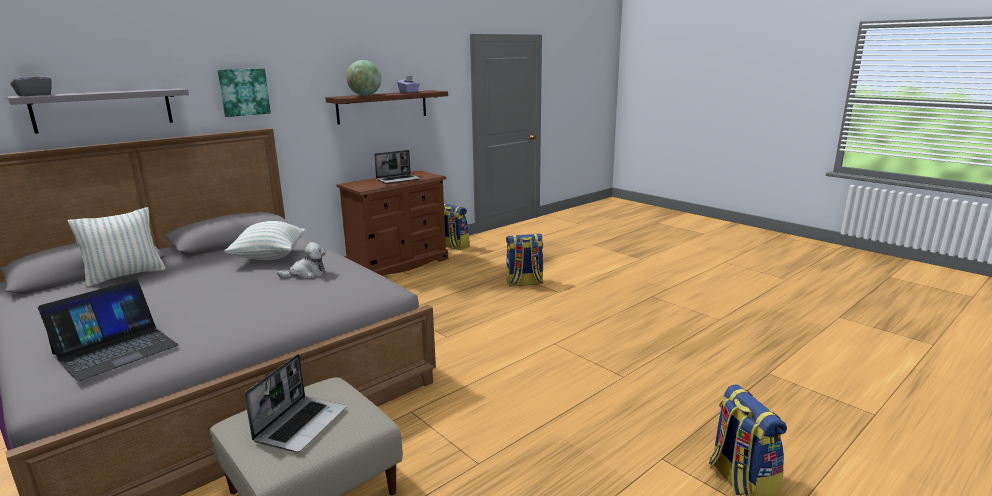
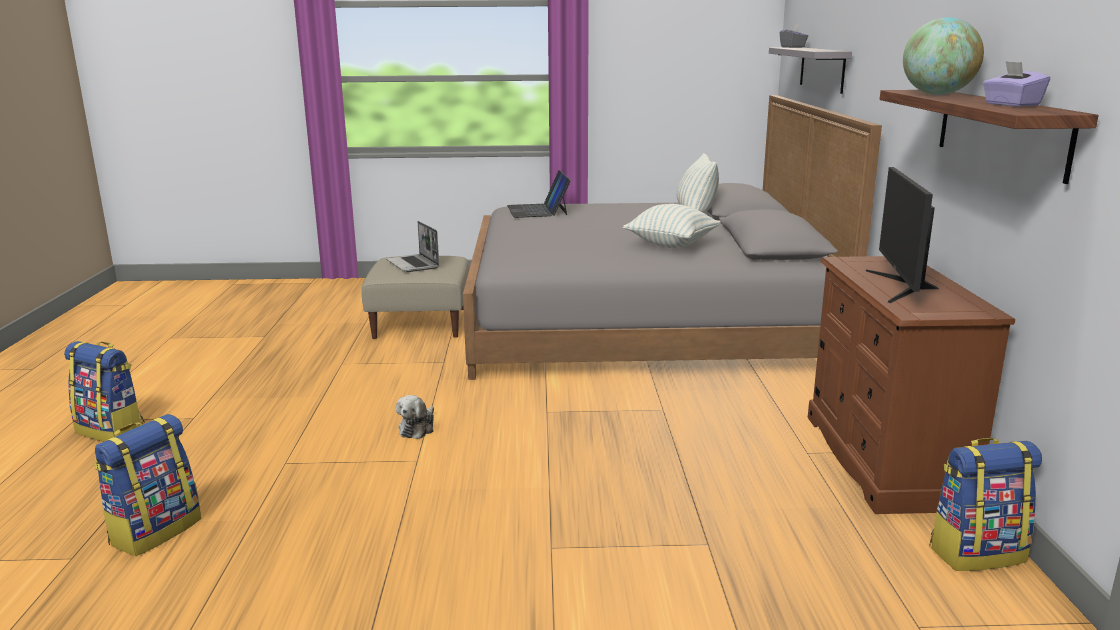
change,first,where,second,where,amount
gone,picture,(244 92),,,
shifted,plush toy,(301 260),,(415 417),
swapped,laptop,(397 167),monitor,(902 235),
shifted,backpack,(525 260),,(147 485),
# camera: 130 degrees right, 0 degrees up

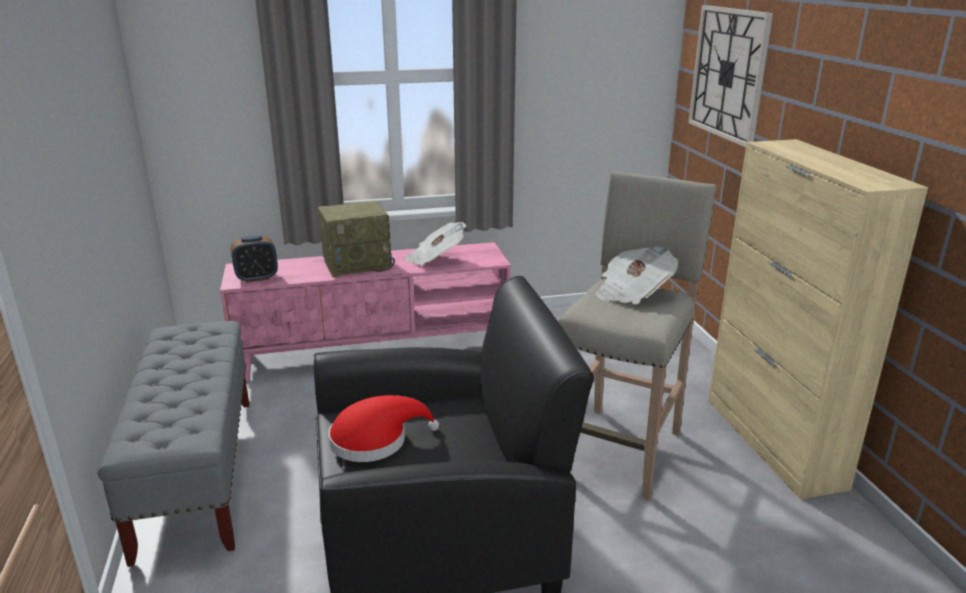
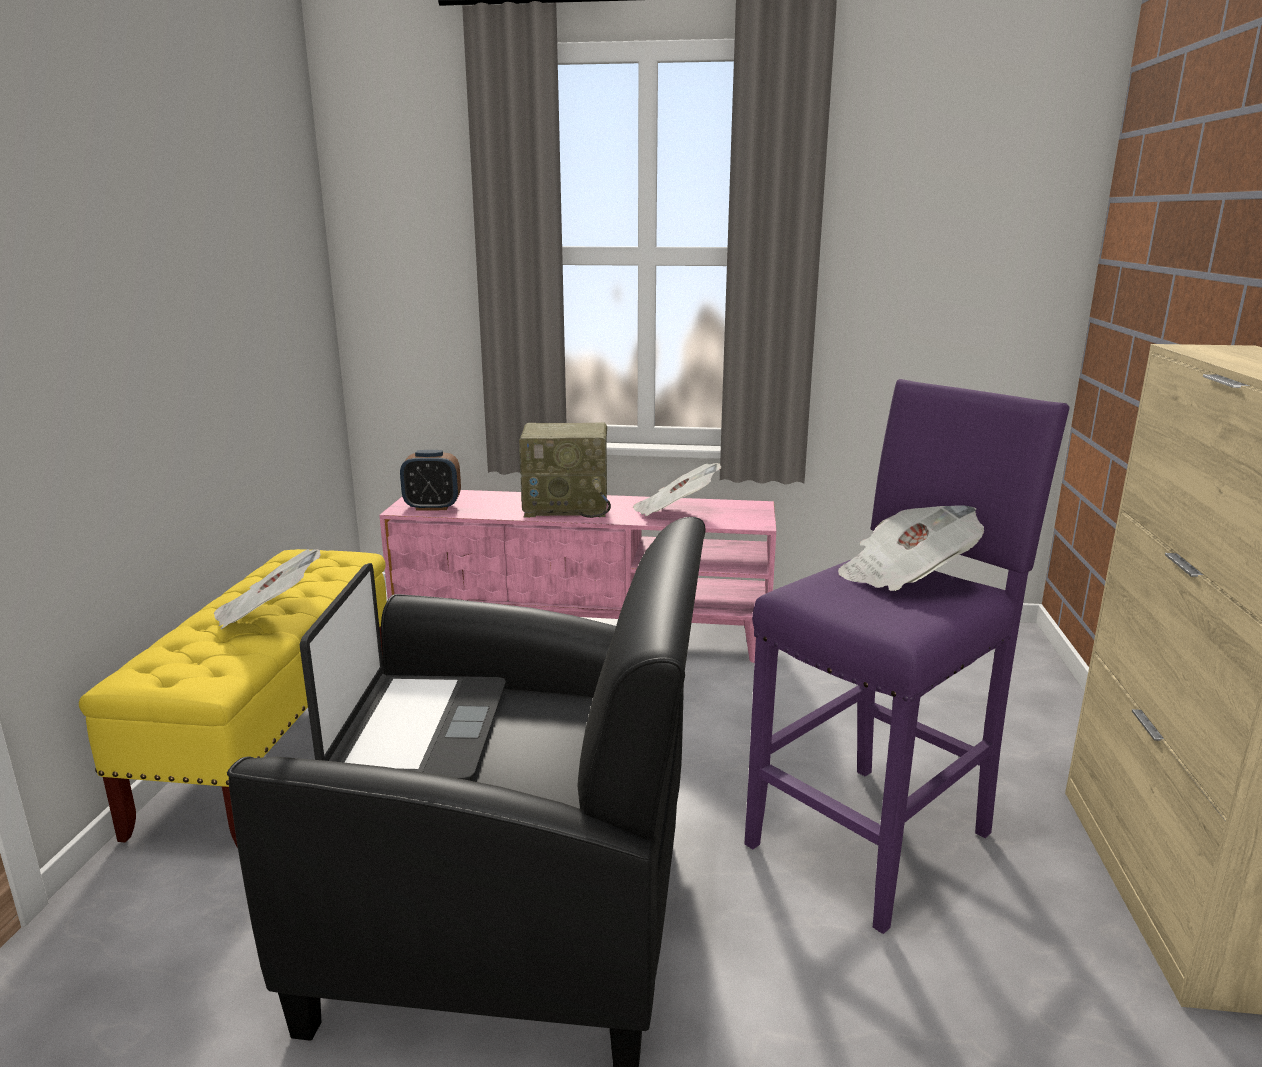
change,first,where,second,where,amount
repainted,bench in grey,(173 444),bench in yellow,(233 698),
swapped,hat in red,(383 428),laptop,(403 672),
repainted,stool in beige,(637 335),stool in purple,(907 656),
gone,wall clock,(730 76),,,
new,,,newspaper,(267 589),
# camera: 20 degrees right, 5 degrees down

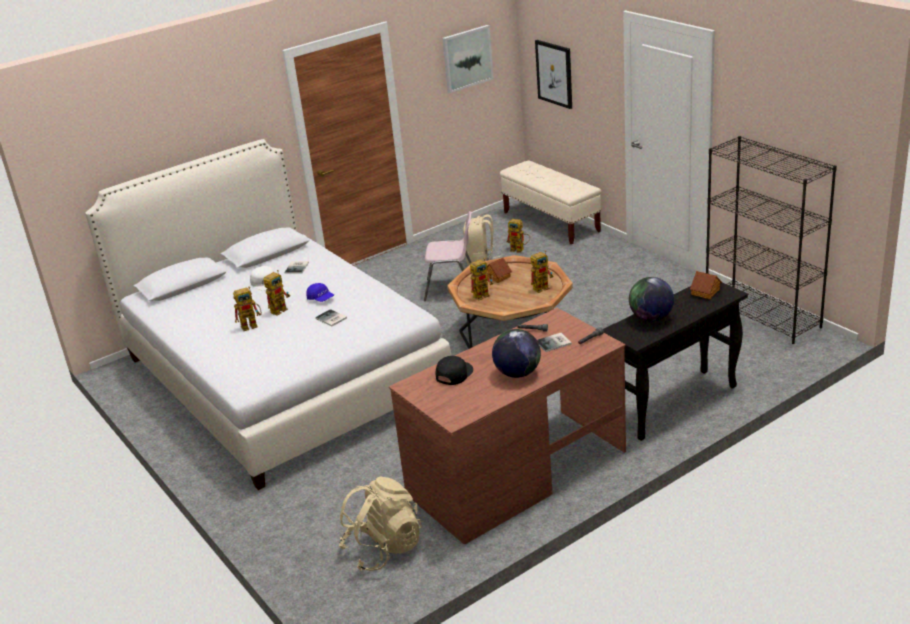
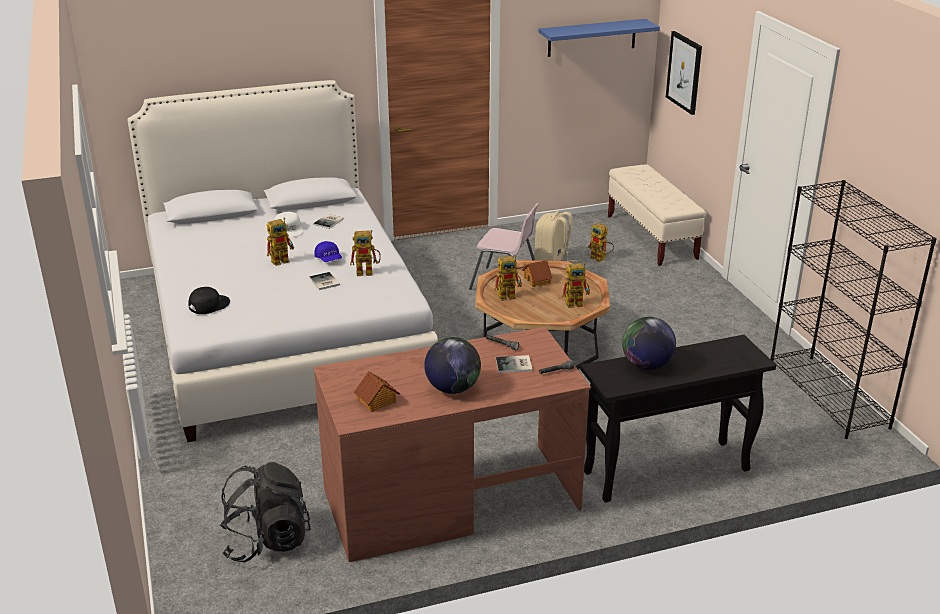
change,first,where,second,where,amount
shifted,toy robot,(247 308),,(365 253),
repainted,backpack in beige,(380 523),backpack in black,(265 512),
shifted,cap in black,(454 370),,(209 300),
swapped,picture,(468 59),shelf in blue,(599 38),
shifted,toy house,(706 285),,(377 391),
# camera: 15 degrees right, 0 degrees up

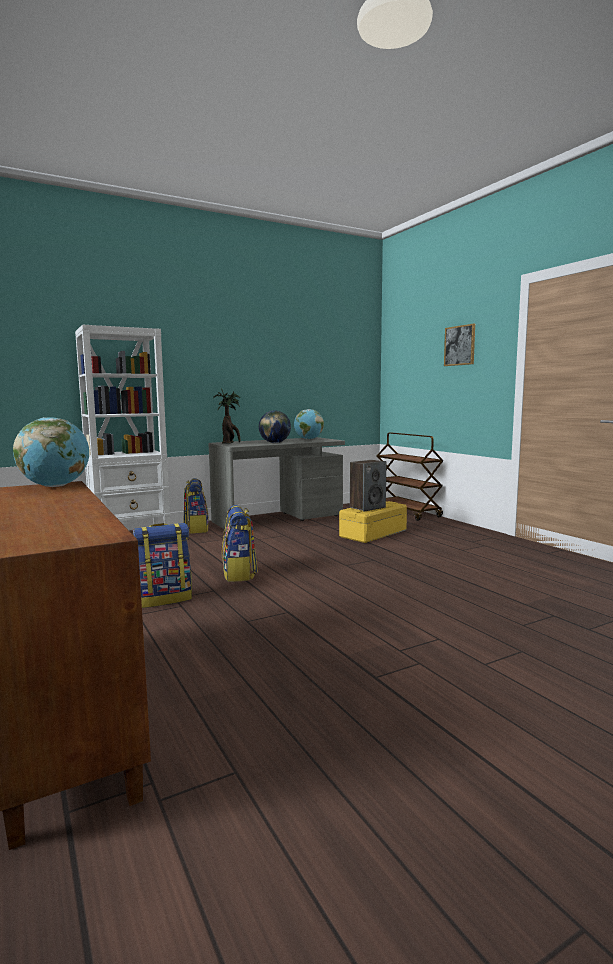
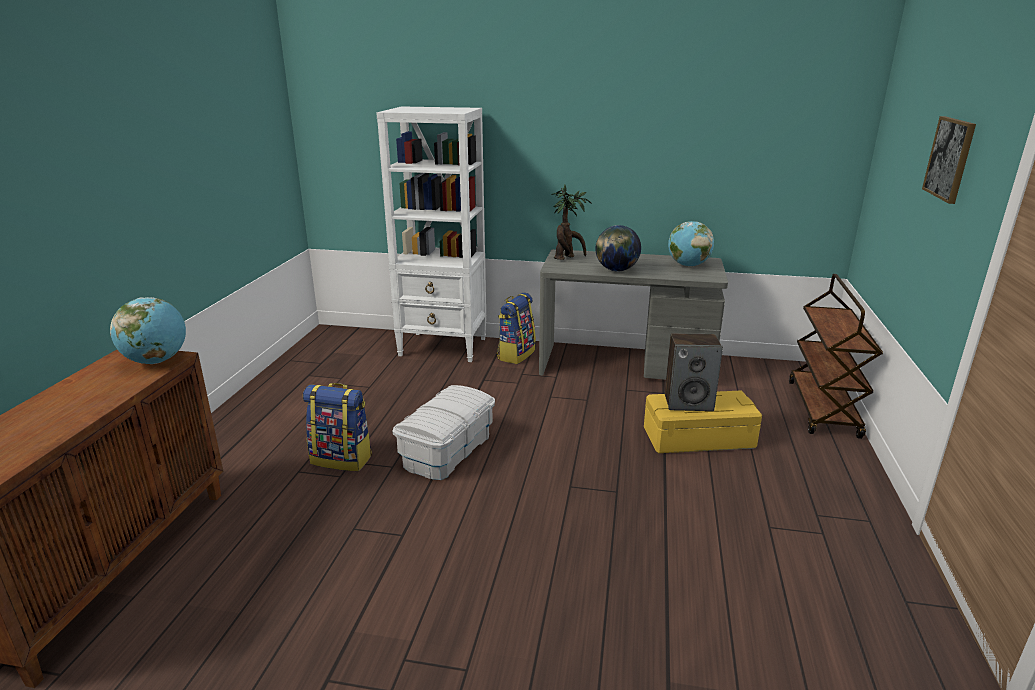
change,first,where,second,where,amount
swapped,backpack,(240 543),storage box in white,(444 432),
# camera: 40 degrees right, 15 degrees up

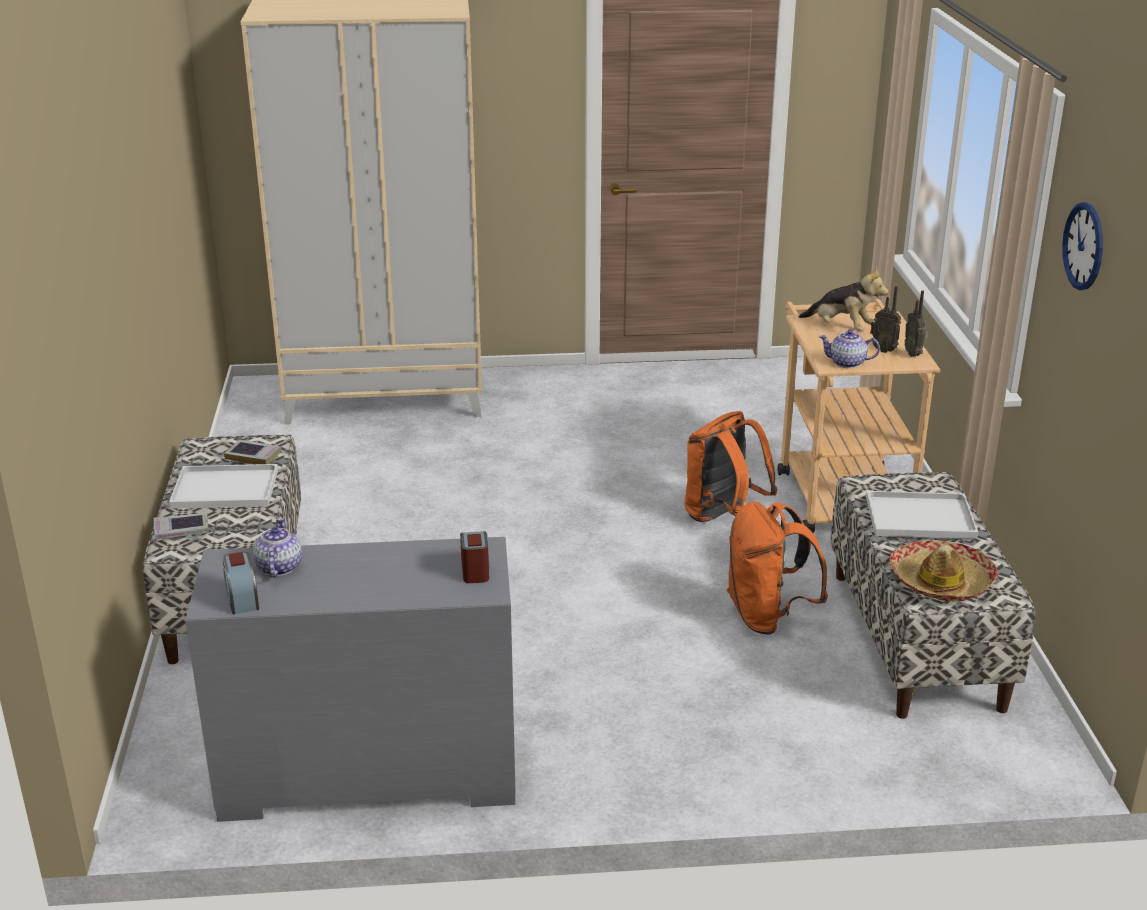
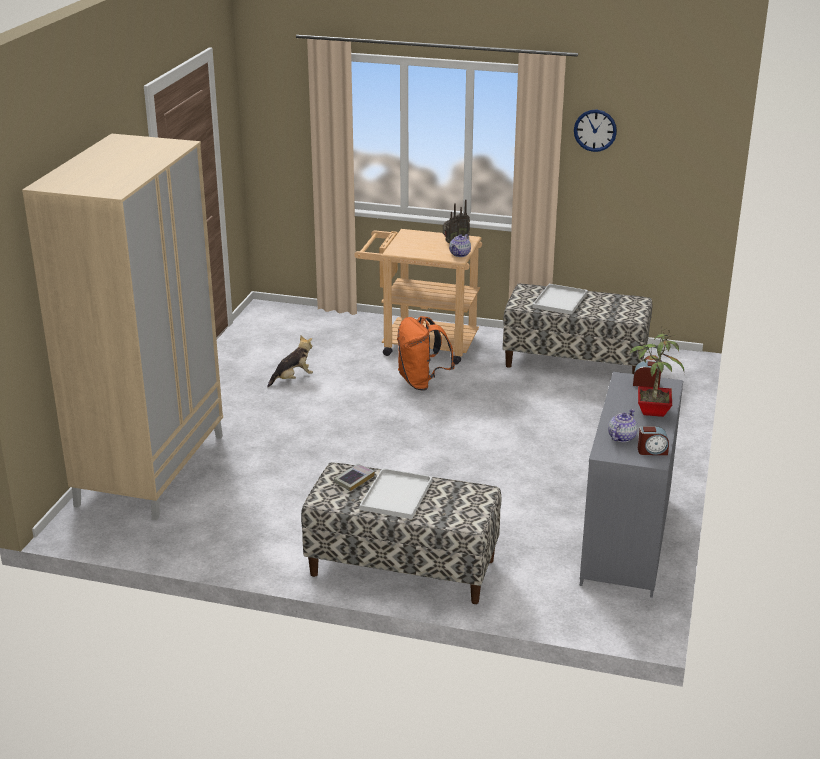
change,first,where,second,where,amount
gone,book,(181 526),,,
rotated,teapot,(277 547),,(623 425),105 degrees clockwise
gone,backpack in orange,(777 568),,,
shifted,plush toy,(844 298),,(290 361),
gone,hat,(944 571),,,
new,,,potted plant,(657 371),
# camera: 70 degrees left, 0 degrees up

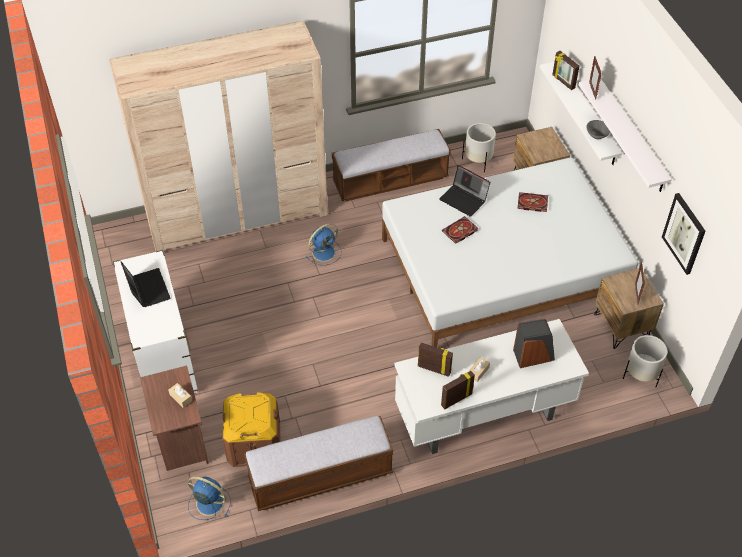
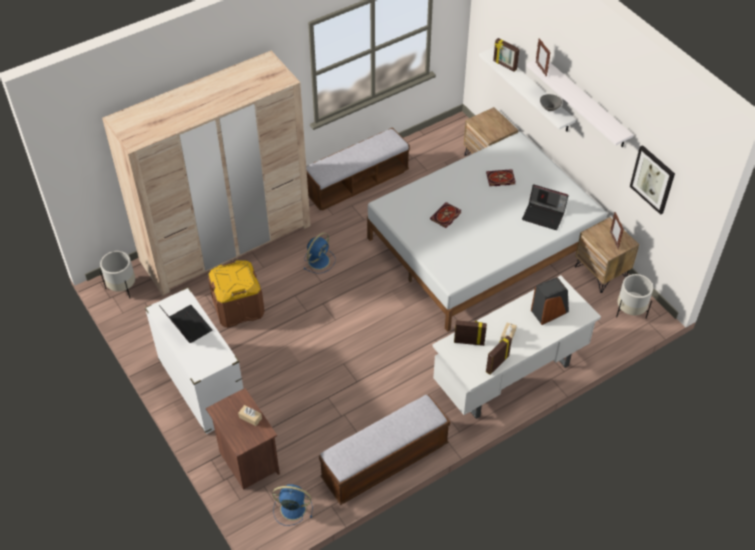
change,first,where,second,where,amount
shifted,storage box in brown,(252 429),,(236 294),
shifted,laptop,(464 191),,(545 207),
shifted,planter in white,(479 147),,(117 274),
# camera: 15 degrees left, 0 degrees up

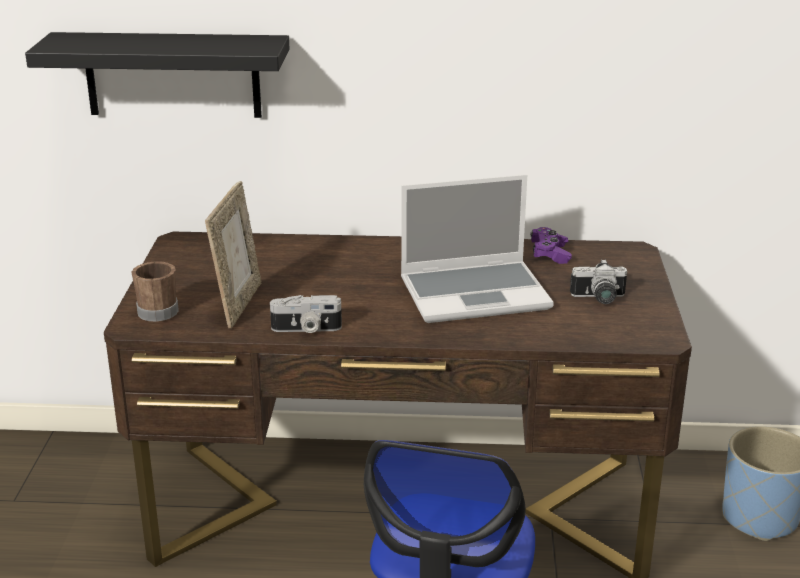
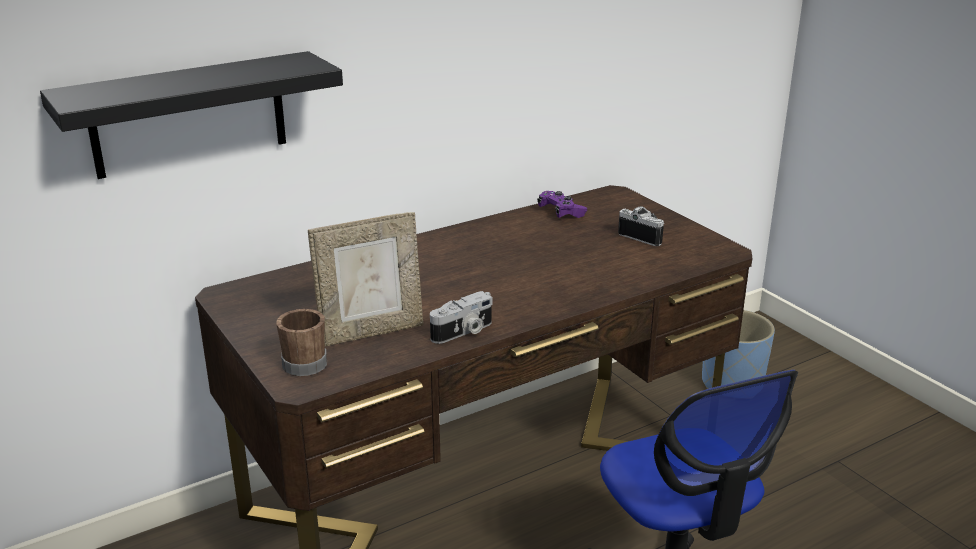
change,first,where,second,where,amount
rotated,picture frame,(233 254),,(365 279),90 degrees clockwise
gone,laptop,(477 249),,,
rotated,photo camera,(598 281),,(641 226),105 degrees counterclockwise
# camera: 35 degrees left, 0 degrees up

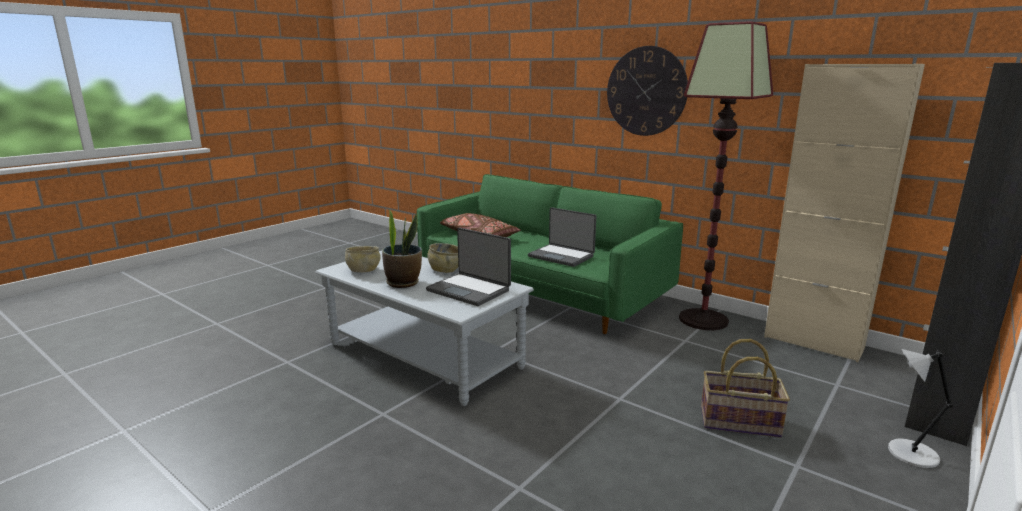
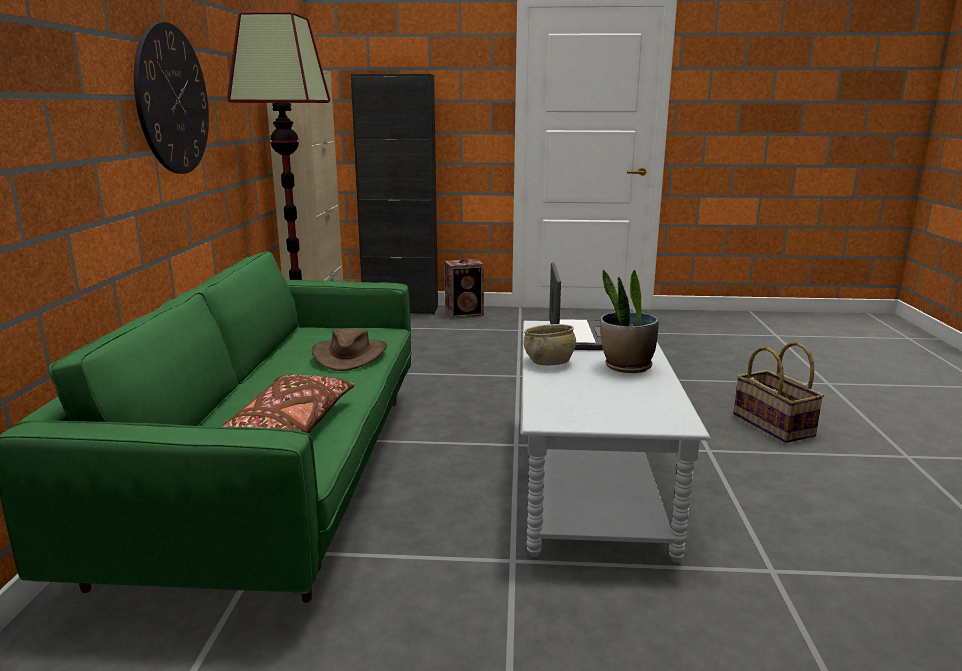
change,first,where,second,where,amount
gone,bowl in beige,(363 259),,,
swapped,laptop,(562 237),hat in brown,(349 349),
shifted,basket,(745 388),,(779 392),
swapped,table lamp in grey,(920 408),speaker,(464 288),
# camera: 125 degrees left, 0 degrees up

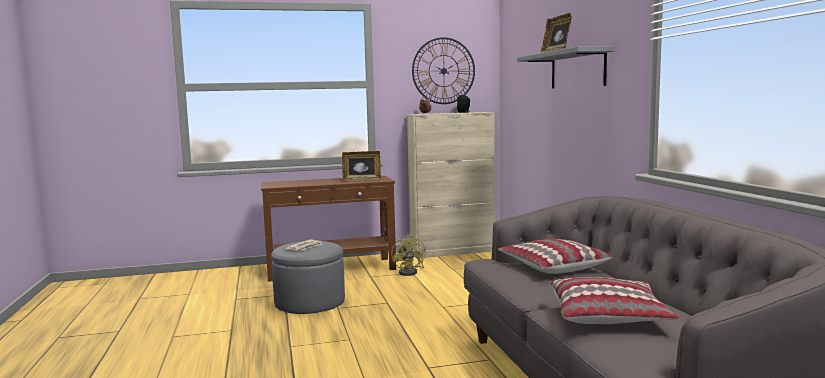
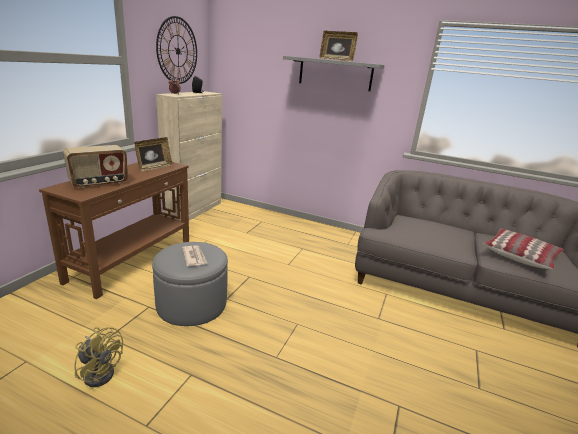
change,first,where,second,where,amount
shifted,fan in yellow,(408 255),,(98 357),
gone,pillow,(555 256),,,
new,,,radio,(95 166),
# camera: 55 degrees left, 15 degrees up

